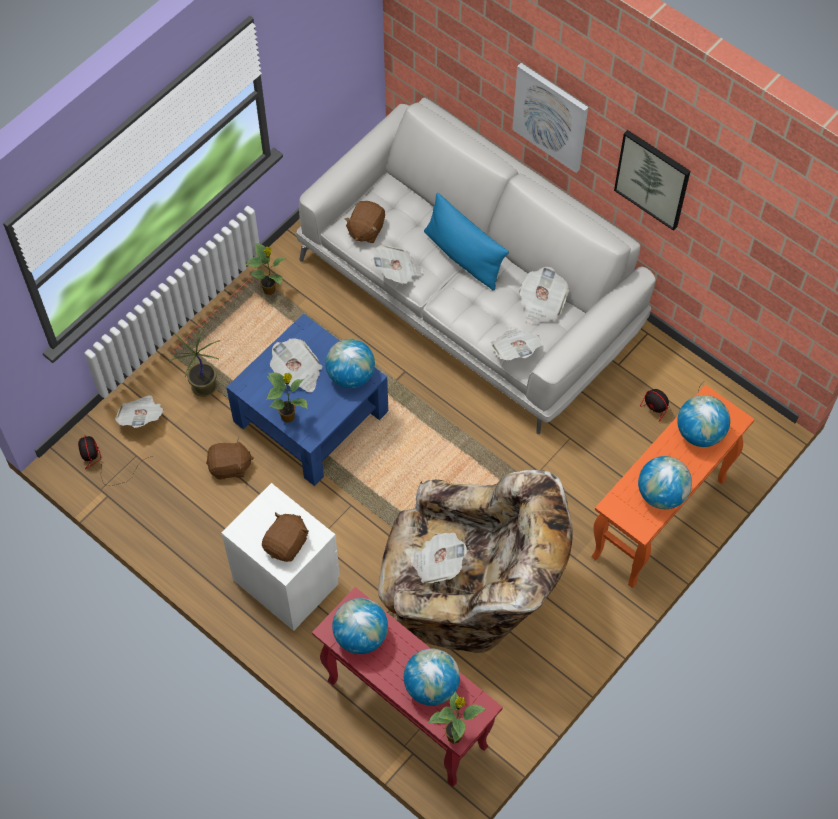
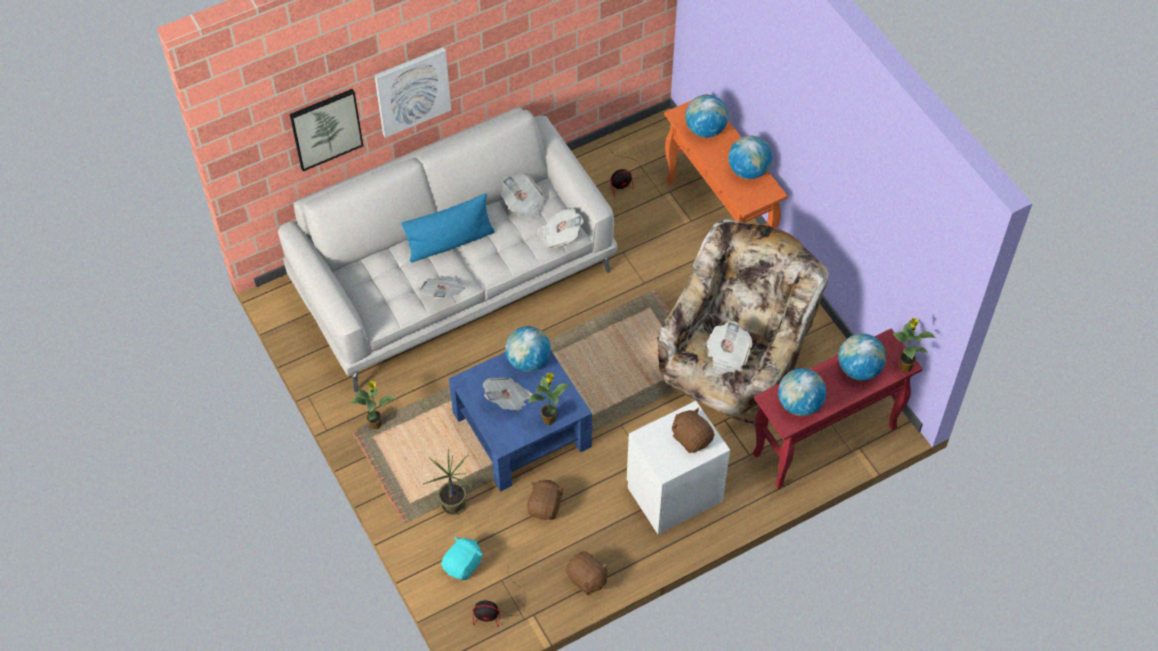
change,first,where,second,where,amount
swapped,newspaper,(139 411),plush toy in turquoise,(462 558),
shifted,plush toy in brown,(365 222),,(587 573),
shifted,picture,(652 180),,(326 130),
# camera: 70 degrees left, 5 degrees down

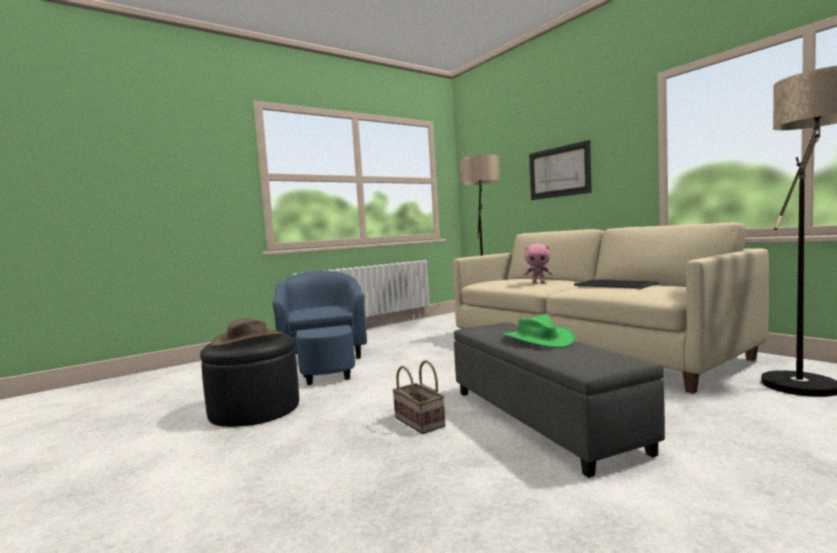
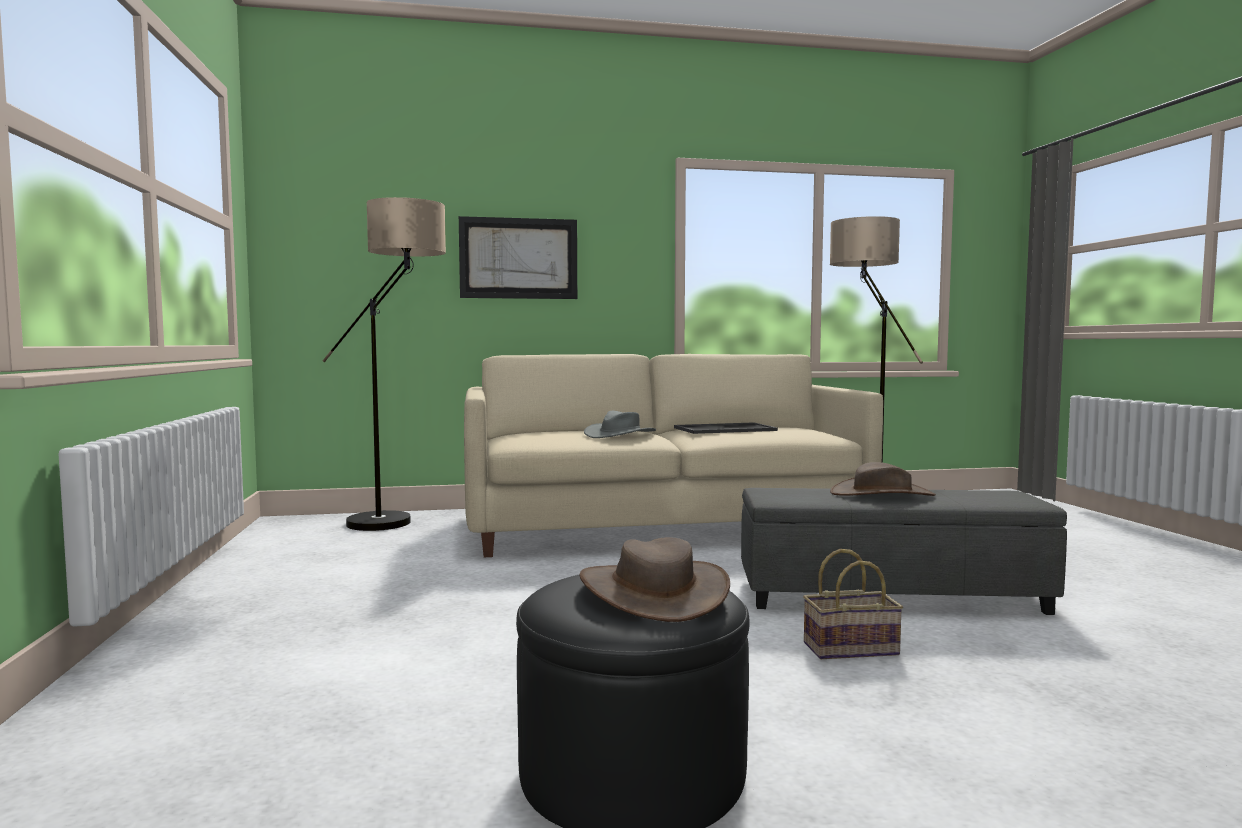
change,first,where,second,where,amount
gone,armchair in blue,(319 328),,,
repainted,hat in green,(539 331),hat in brown,(883 479),
swapped,plush toy in pink,(538 263),hat in grey,(620 424),
# camera: 65 degrees left, 0 degrees up

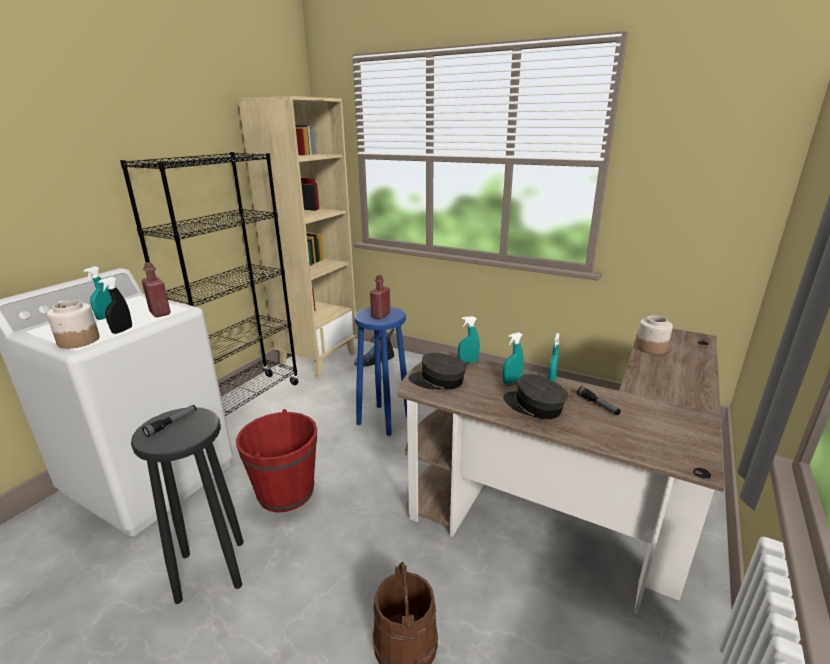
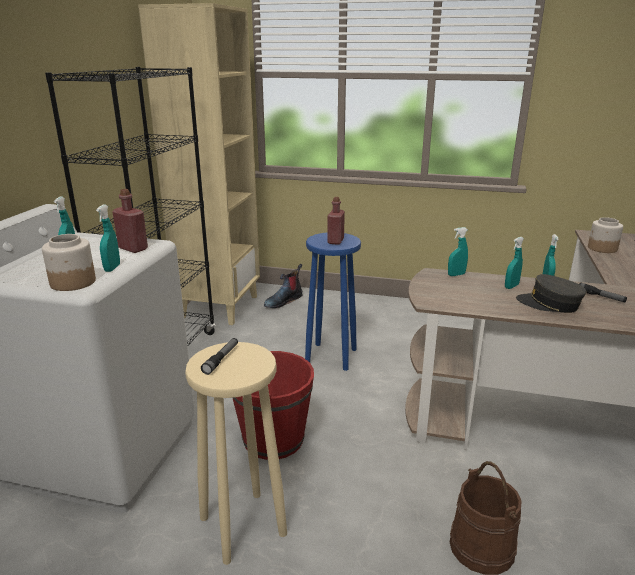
change,first,where,second,where,amount
repainted,spray bottle in black,(115 305),spray bottle in turquoise,(108 238),
repainted,stool in black,(187 505),stool in beige,(236 453),
gone,cap in grey,(437 371),,,
# camera: 15 degrees left, 0 degrees up

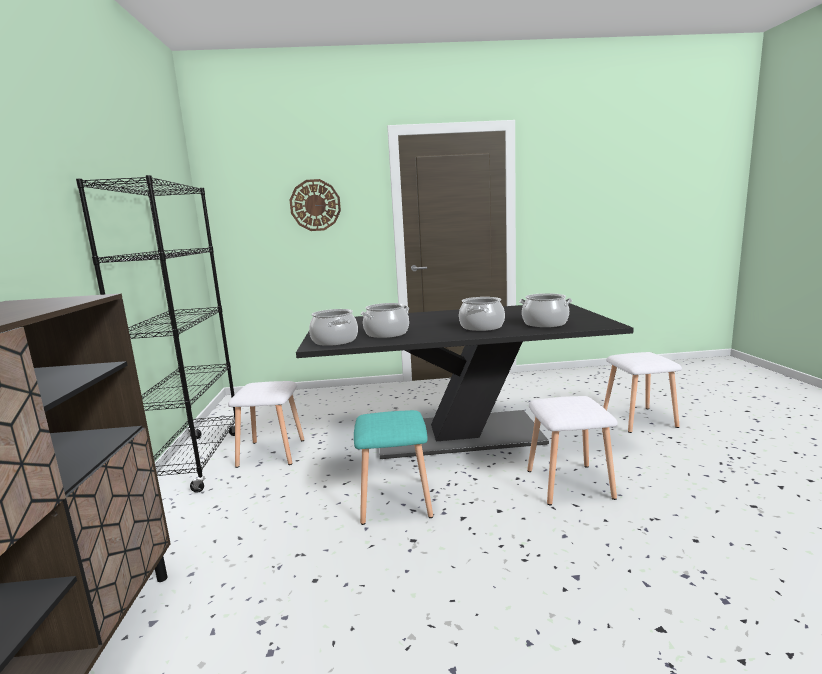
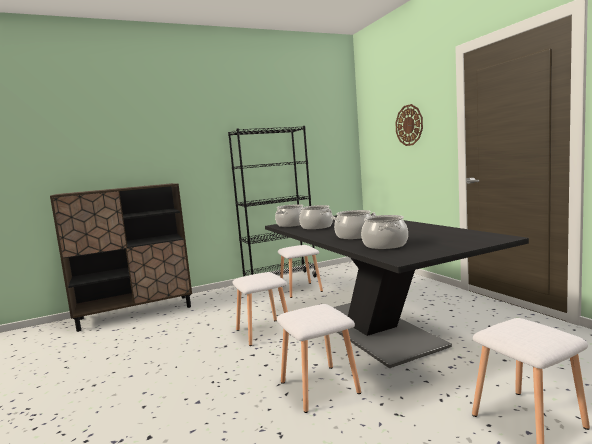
change,first,where,second,where,amount
repainted,stool in turquoise,(393 467),stool in white,(260 309),
# camera: 70 degrees right, 5 degrees down

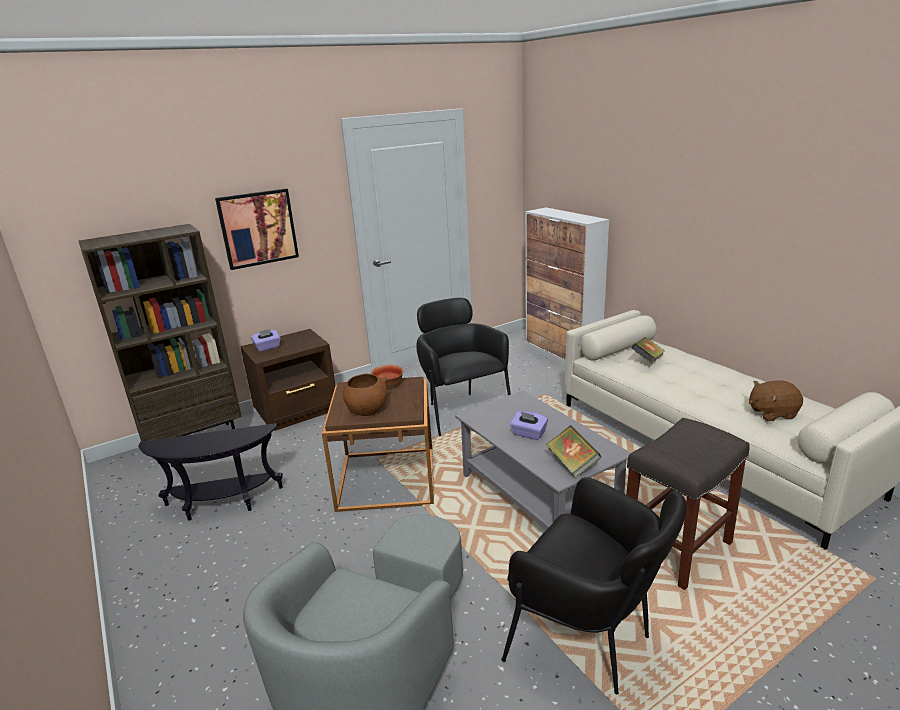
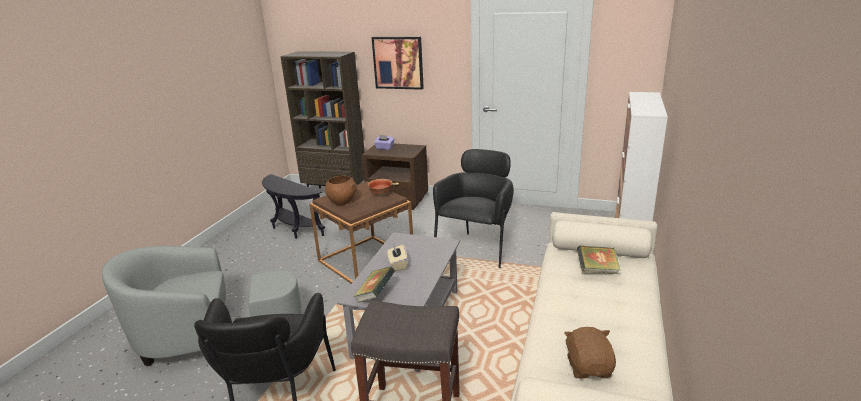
change,first,where,second,where,amount
repainted,tissue box in purple,(529 425),tissue box in beige,(397 257),
rotated,plush toy in brown,(776 400),,(590 353),45 degrees clockwise
# camera: 50 degrees right, 0 degrees up

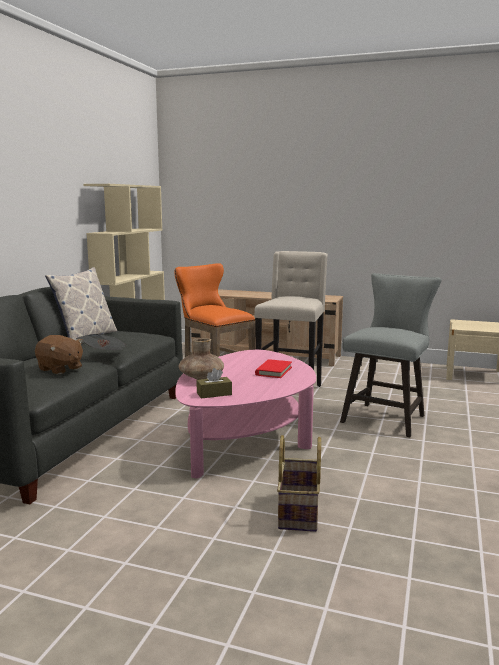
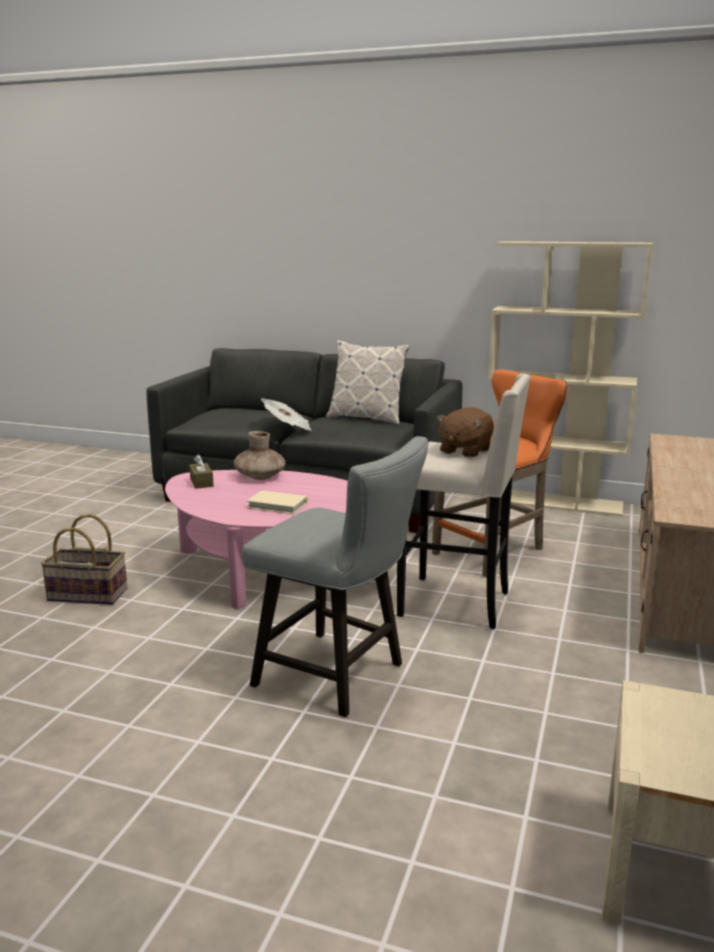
change,first,where,second,where,amount
shifted,plush toy in brown,(59 354),,(465 432),
repainted,book in red,(273 368),book in beige,(277 502),
# camera: 90 degrees right, 5 degrees up

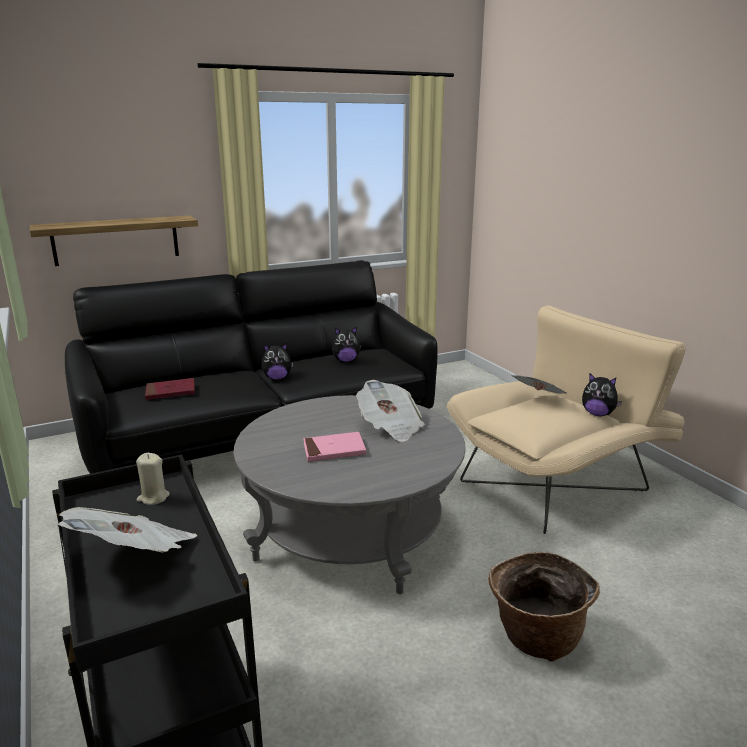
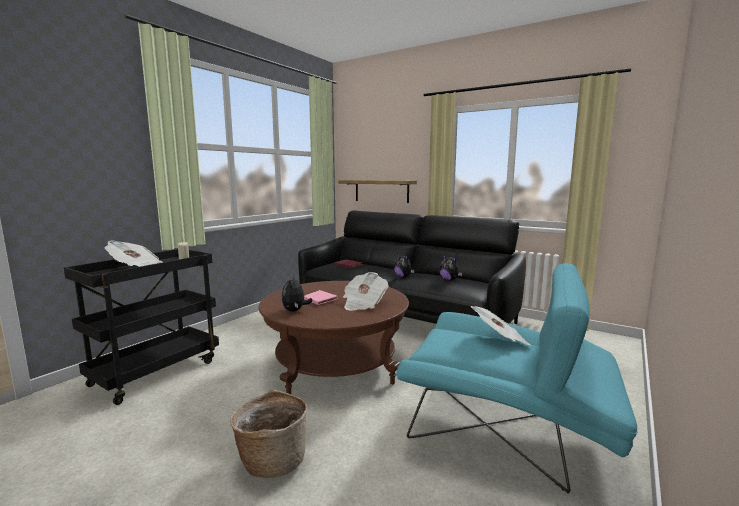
change,first,where,second,where,amount
repainted,coffee table in grey,(350 494),coffee table in brown,(334 337),
repainted,armchair in beige,(566 419),armchair in turquoise,(517 378),
shifted,plush toy,(602 394),,(297 293),
# camera: 60 degrees right, 10 degrees down

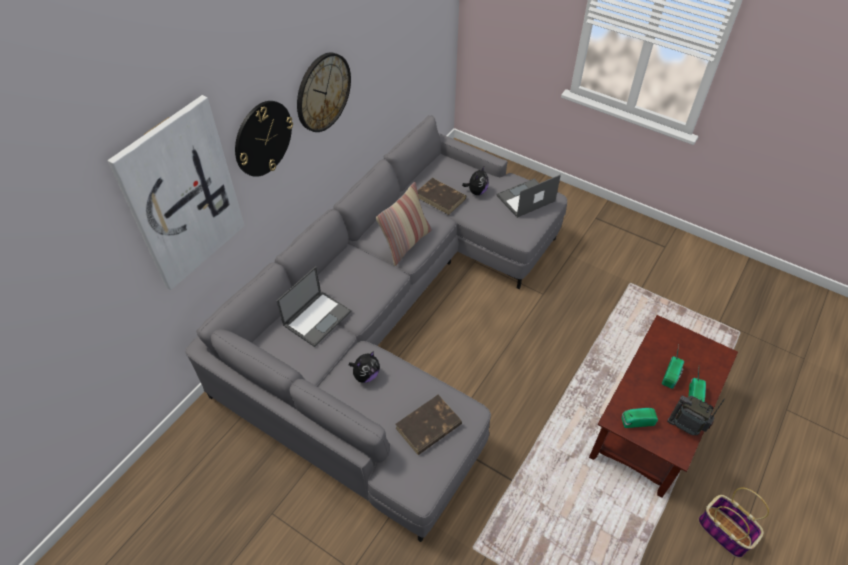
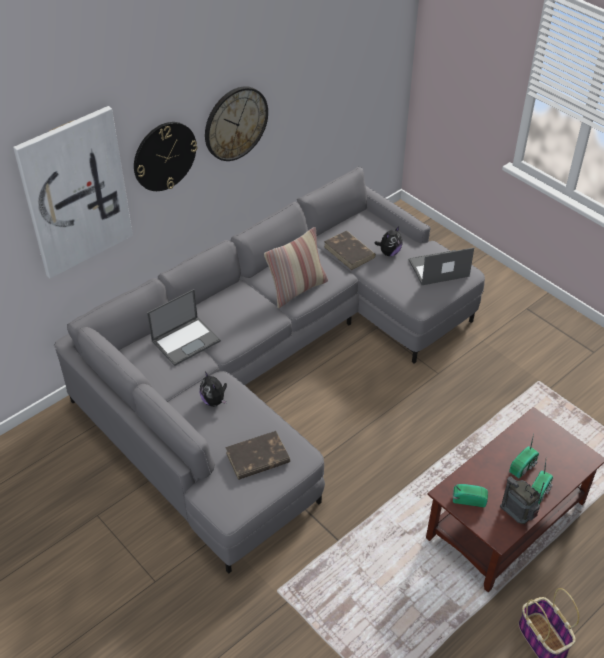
change,first,where,second,where,amount
rotated,plush toy,(364 367),,(213 389),90 degrees clockwise
# camera: 15 degrees right, 5 degrees down

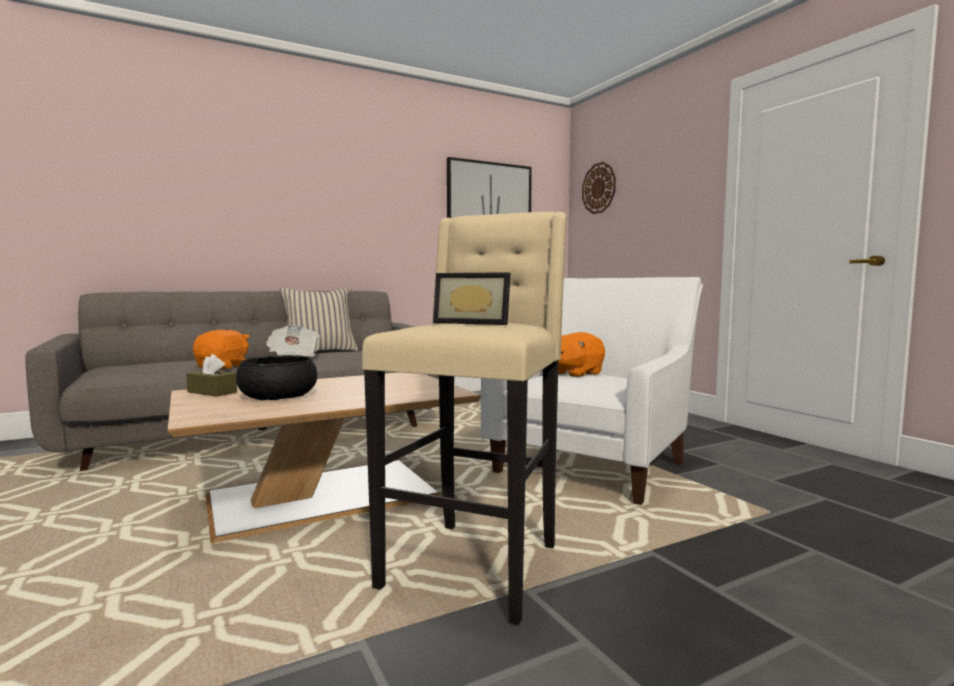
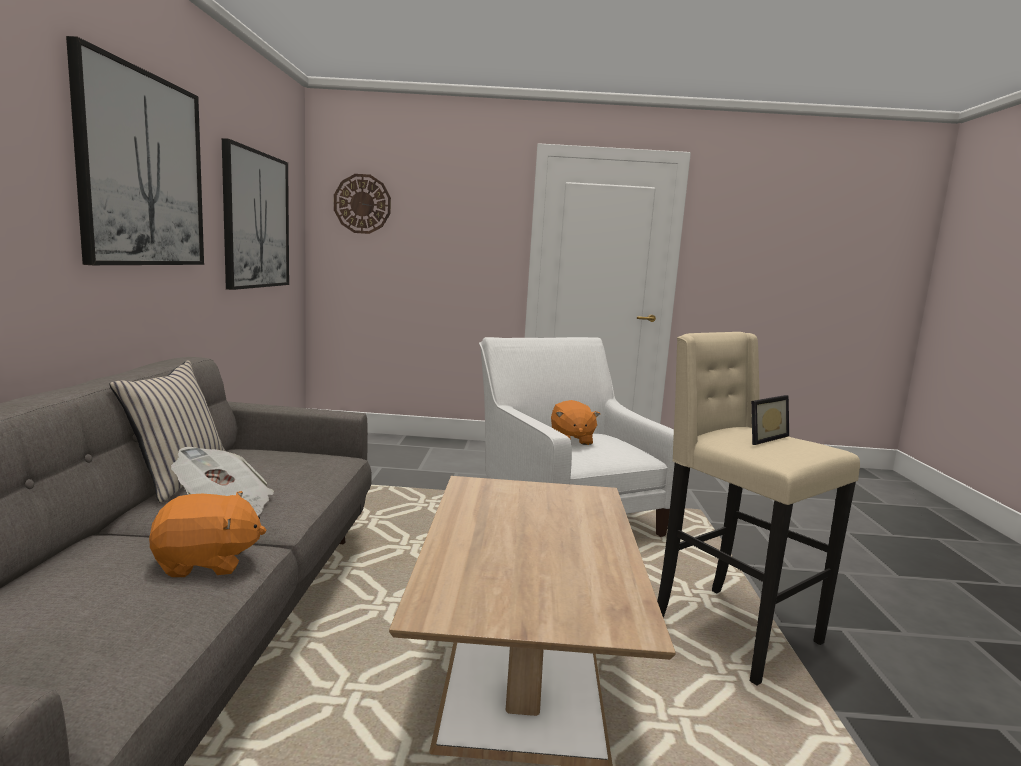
change,first,where,second,where,amount
gone,tissue box in brown,(211 375),,,
rotated,plush toy in orange,(221 349),,(207 534),120 degrees clockwise
gone,bowl in black,(276 377),,,
new,,,picture,(135 150),
# camera: 60 degrees left, 5 degrees up

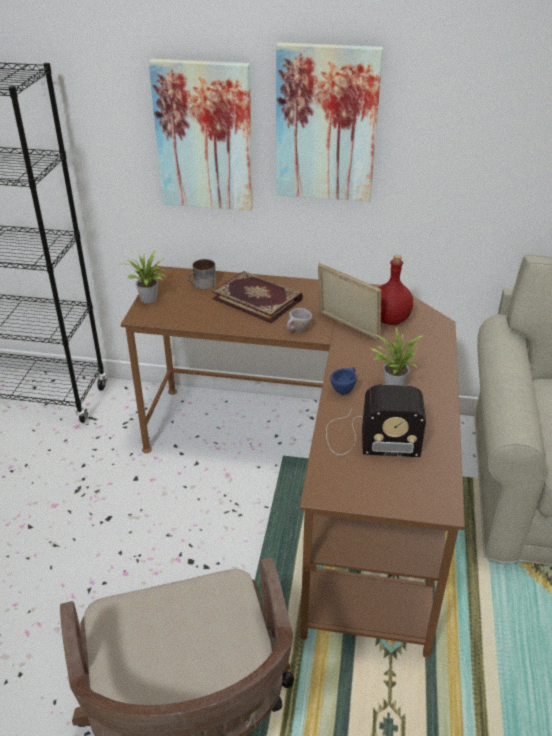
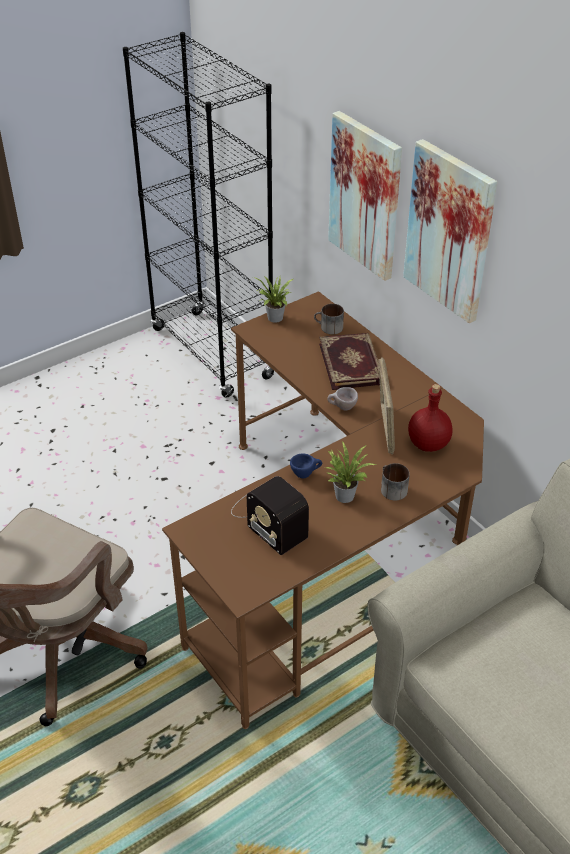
change,first,where,second,where,amount
new,,,mug,(395 482),
# camera: 45 degrees right, 5 degrees up

